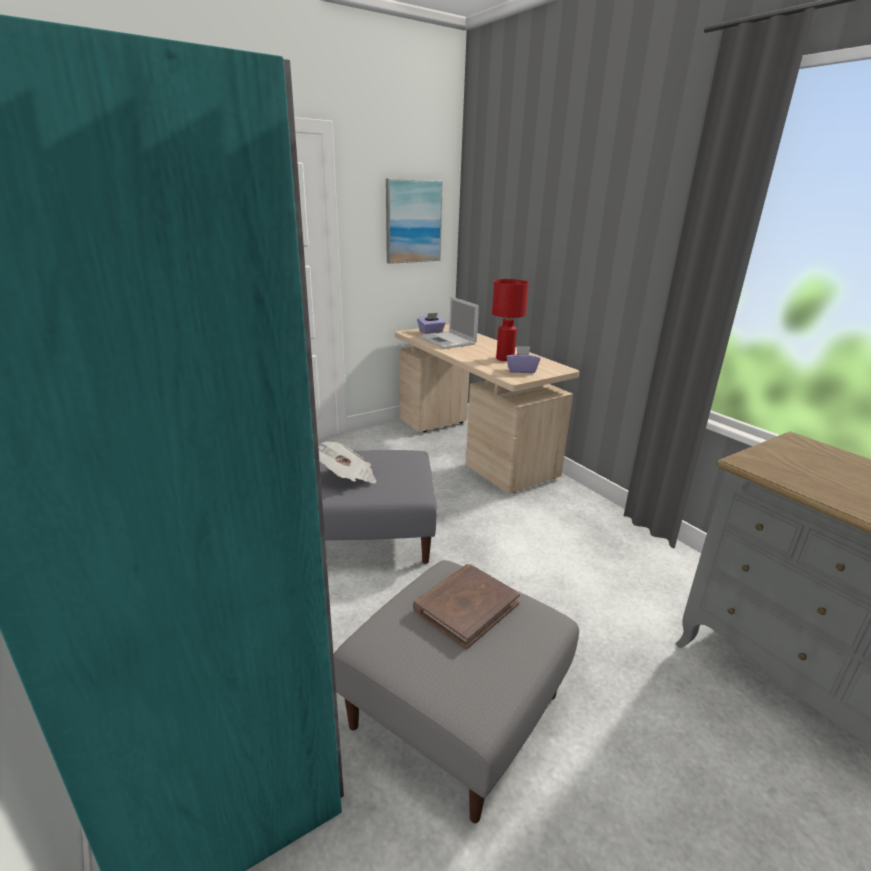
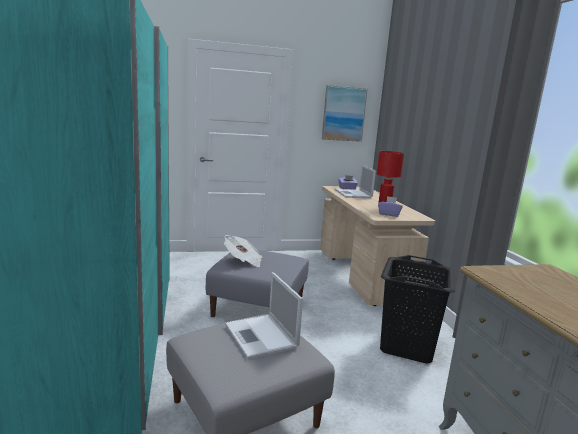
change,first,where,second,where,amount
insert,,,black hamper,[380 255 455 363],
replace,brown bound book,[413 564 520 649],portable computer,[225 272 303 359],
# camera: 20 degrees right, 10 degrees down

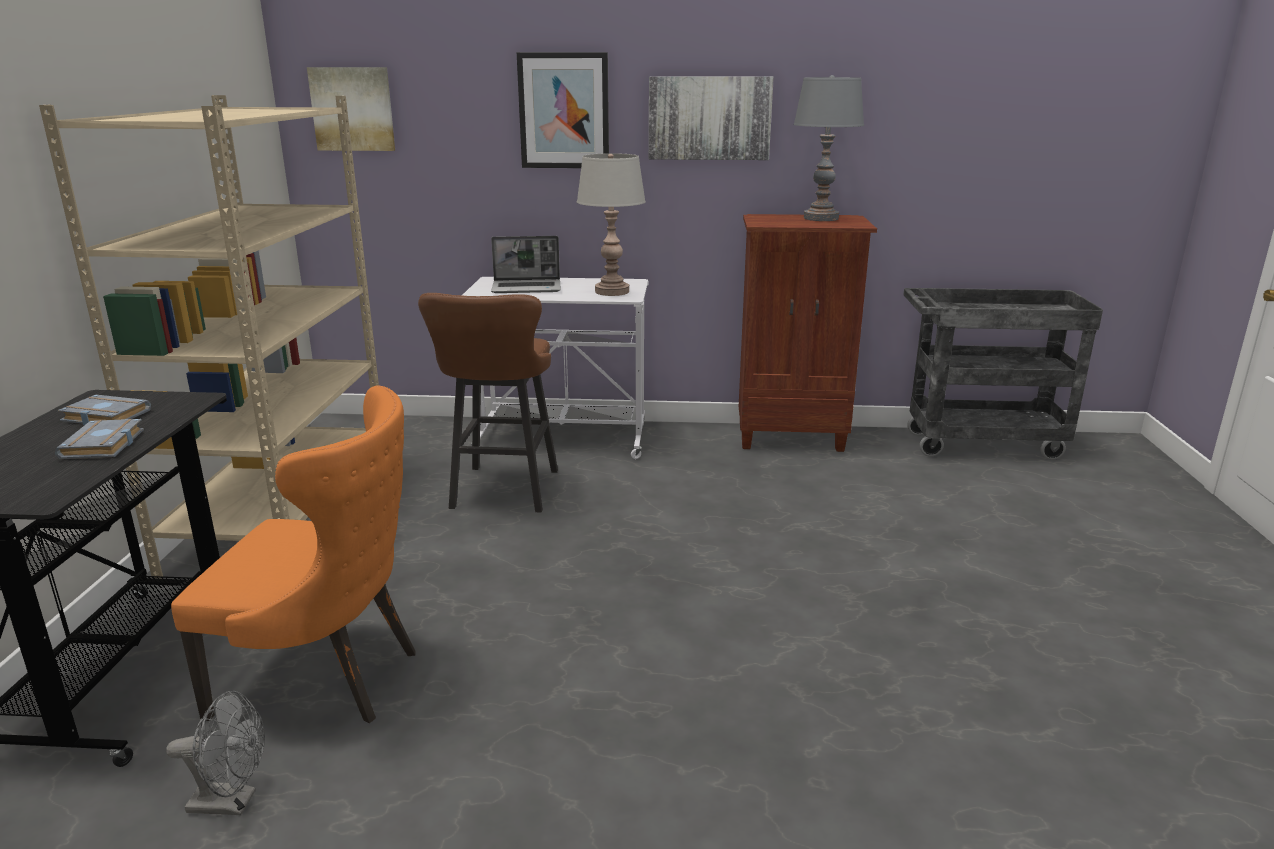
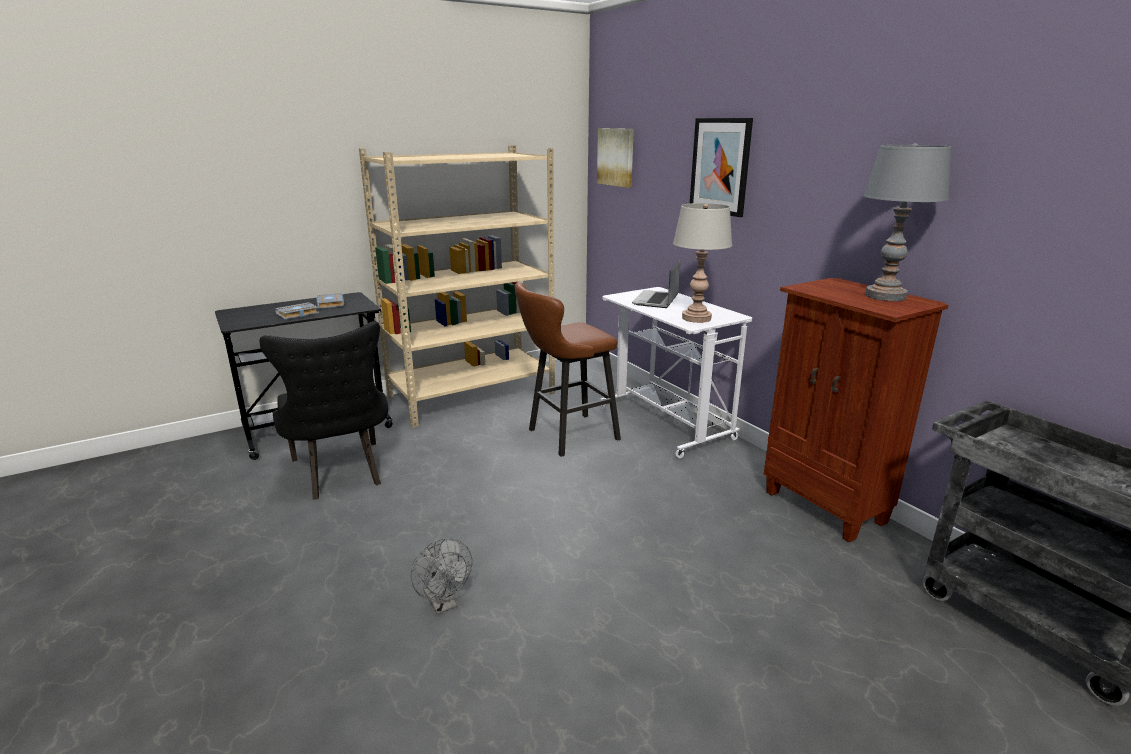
change,first,where,second,where,amount
delete,picture,[649 76 774 160],,,
move,grey electric fan,[166 691 265 815],,[411 538 472 615],
recolor,orange-coloured chair,[171 385 415 723],black chair,[259 321 388 500],
rotate,portable computer,[491 236 561 293],,[632 260 680 308],60 degrees clockwise
# camera: 55 degrees right, 0 degrees up

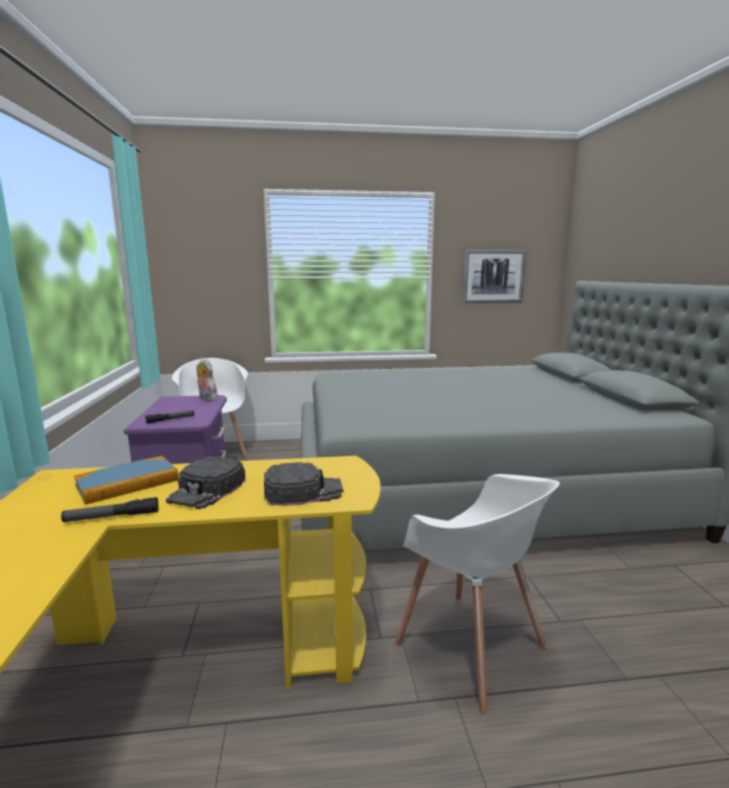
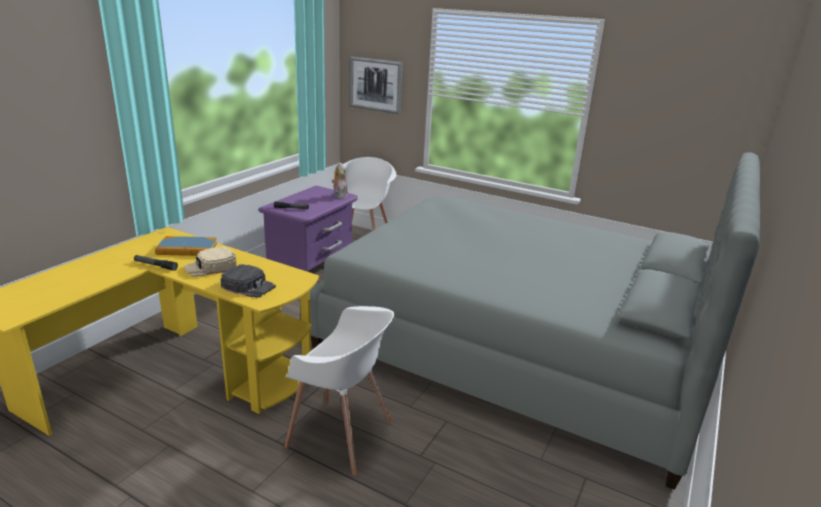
change,first,where,second,where,amount
move,picture,[462 250 527 303],,[350 56 403 114],
recolor,black baseball cap,[166 456 246 509],beige-coloured baseball cap,[184 247 237 277],
rotate,white-coloured chair,[395 474 560 712],,[284 306 394 475],60 degrees counterclockwise
# camera: 35 degrees right, 10 degrees up

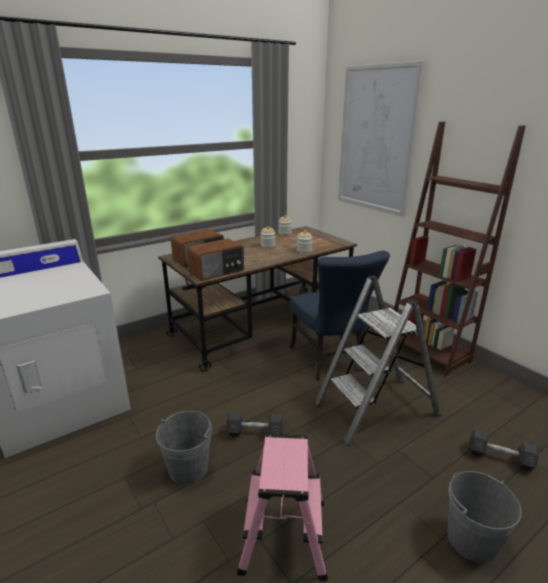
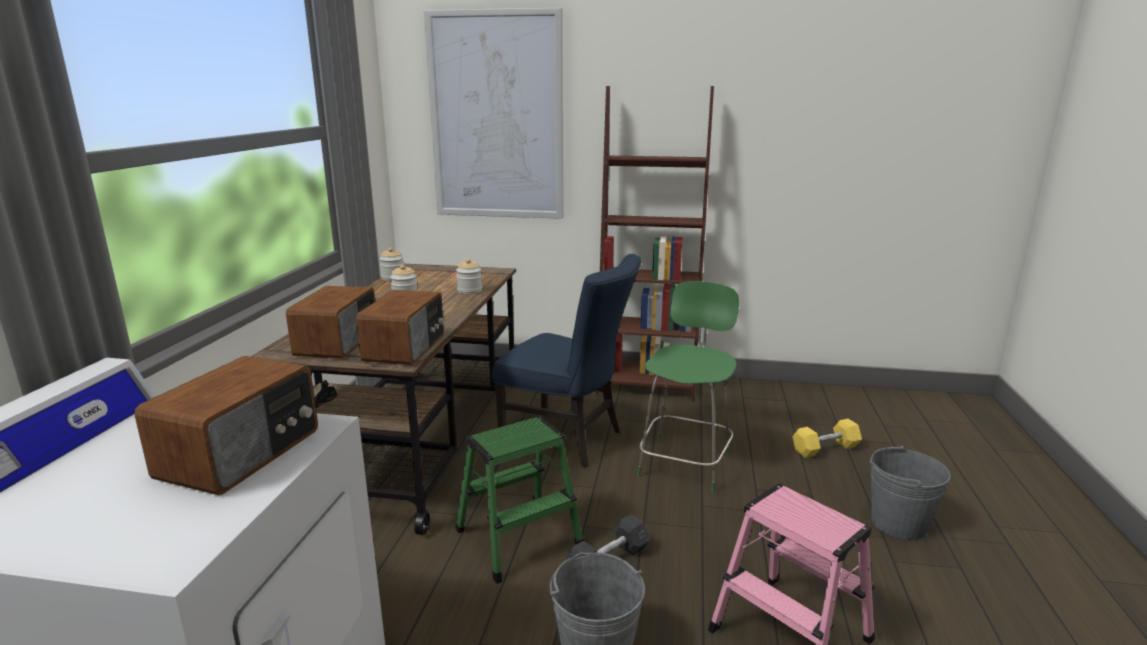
change,first,where,second,where,amount
insert,,,radio,[134 356 318 495],
insert,,,green stepladder,[455 415 584 584],
replace,grey stepladder,[314 275 441 446],green chair,[637 281 739 492],
recolor,grey dumbbell,[469 429 538 471],yellowish dumbbell,[793 419 862 458],
# camera: 45 degrees left, 5 degrees down

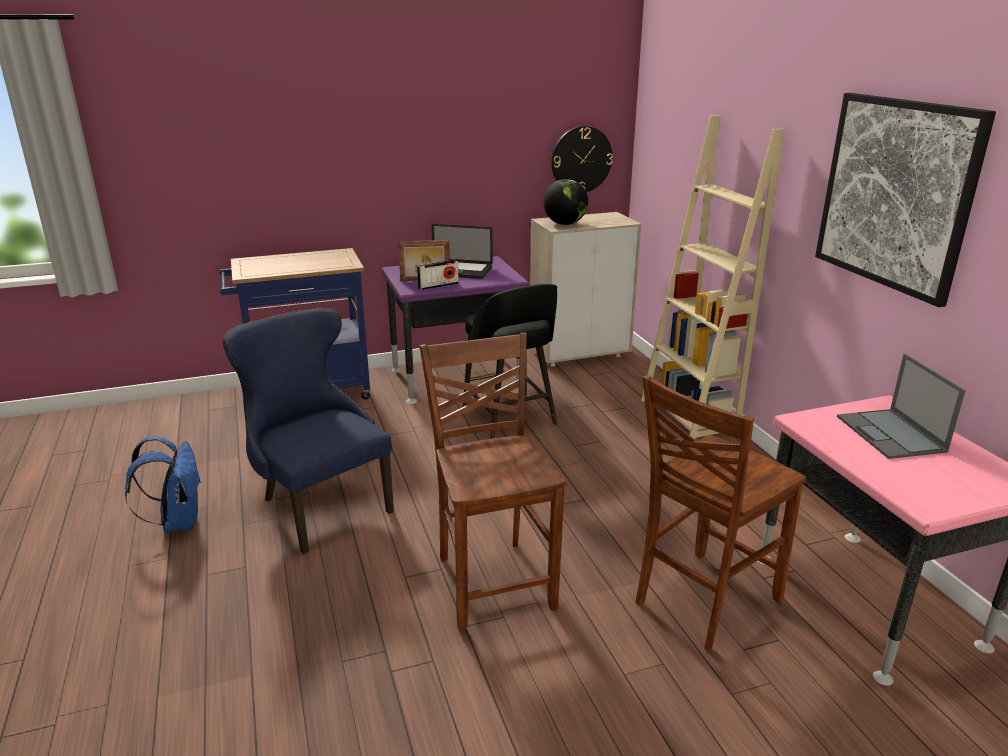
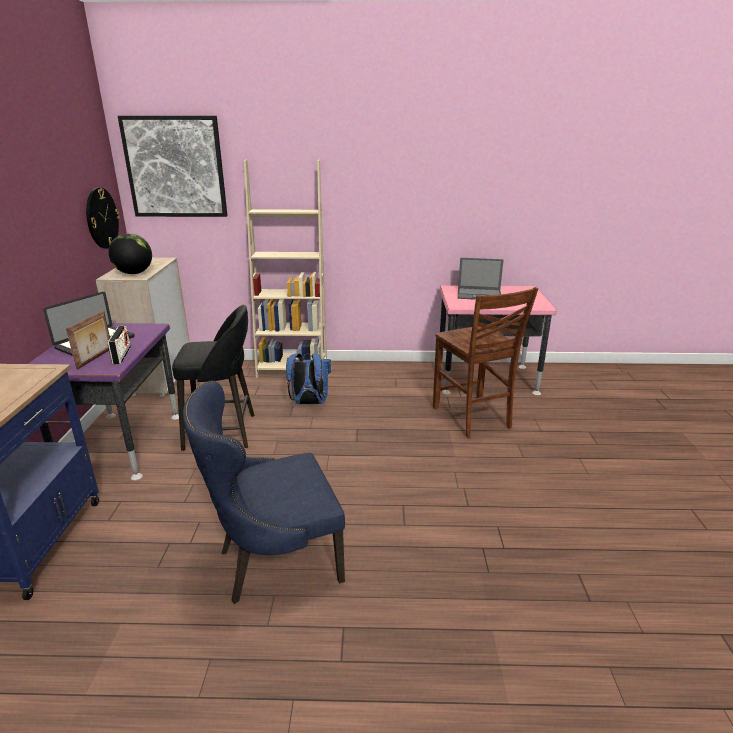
change,first,where,second,where,amount
delete,brown chair,[419 332 566 632],,,
move,bluish knapsack,[125 436 201 533],,[286 353 331 404],
move,picture,[815 93 996 307],,[118 116 227 217],
# camera: 70 degrees left, 0 degrees up

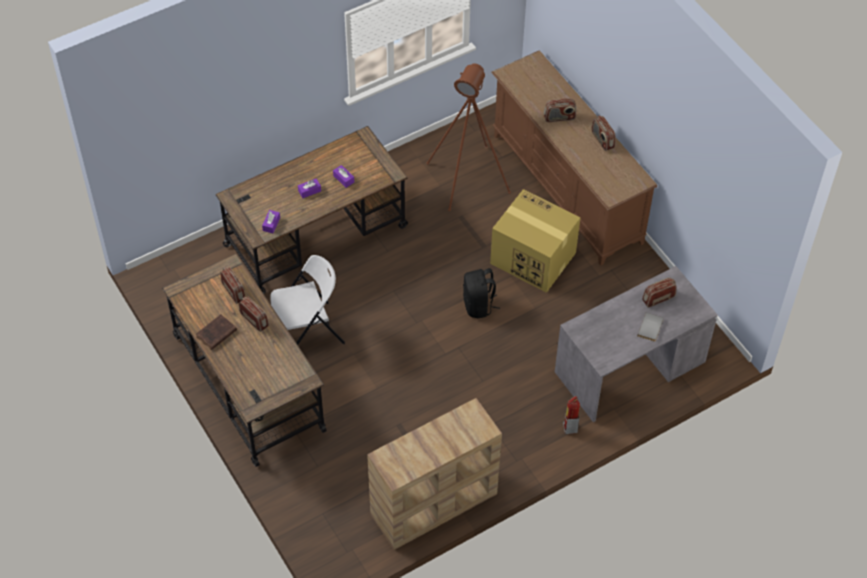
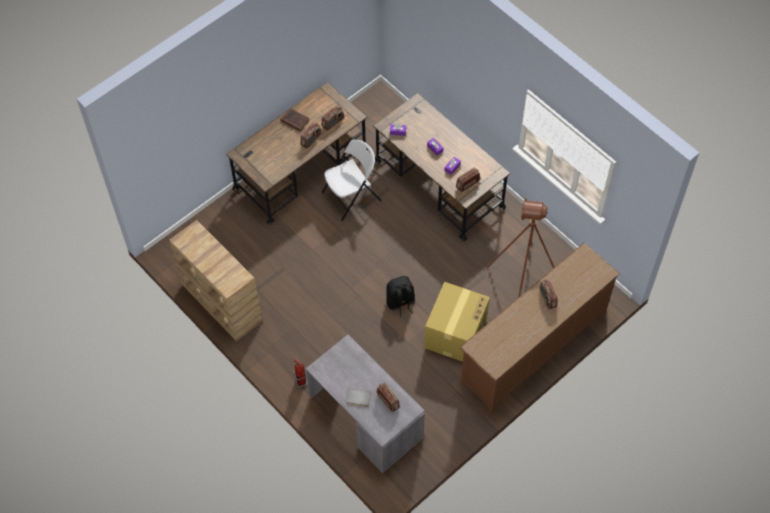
change,first,where,second,where,amount
move,radio,[591 115 616 151],,[456 168 480 192],
rotate,white-coloured chair,[270 255 345 345],,[322 139 382 221],90 degrees counterclockwise
# camera: 80 degrees right, 5 degrees up

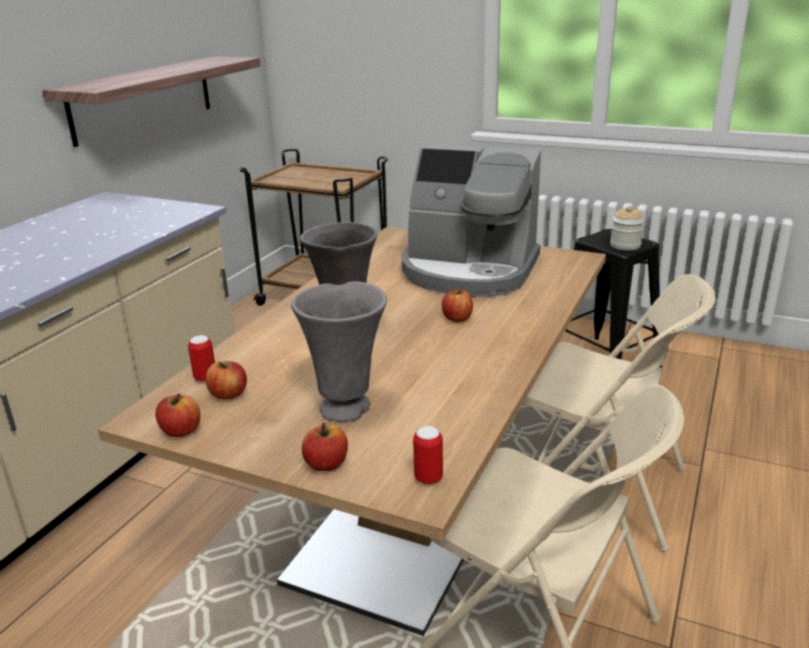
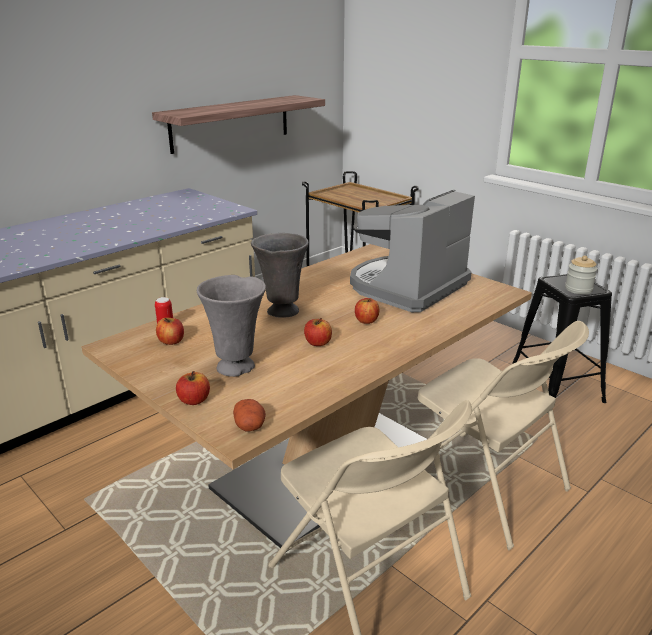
change,first,where,second,where,amount
move,whole apple,[155 393 201 437],,[304 318 332 346],
replace,metal can,[413 426 443 484],spud,[233 399 266 431],
rotate,coffee maker,[401 144 541 297],,[350 190 475 312],90 degrees clockwise
# camera: 20 degrees right, 0 degrees up

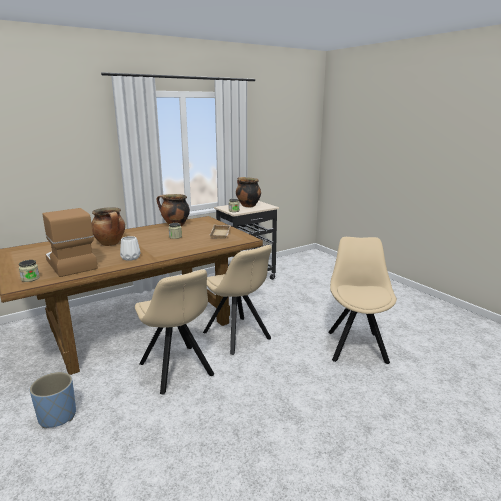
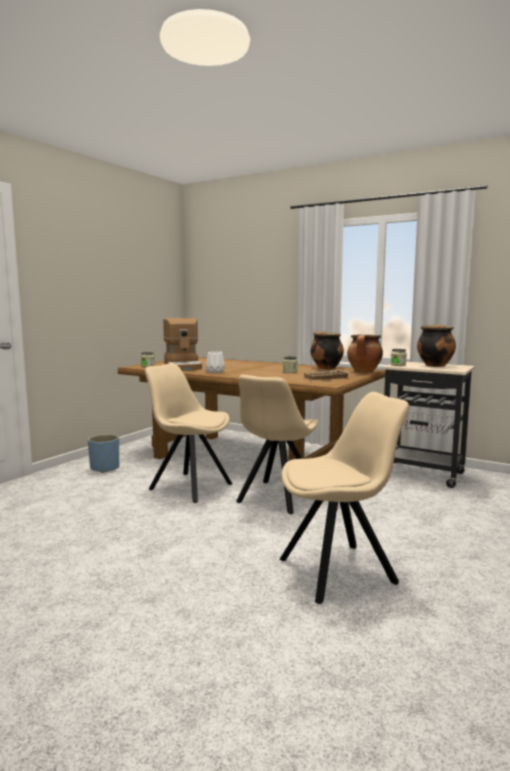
change,first,where,second,where,amount
move,cooking pot,[91 207 125 246],,[347 335 383 373],
rotate,coffee maker,[42 208 98 277],,[163 318 202 371],135 degrees clockwise
rotate,beige-coloured chair,[135 269 214 395],,[145 363 232 503],90 degrees clockwise
# camera: 65 degrees right, 10 degrees down

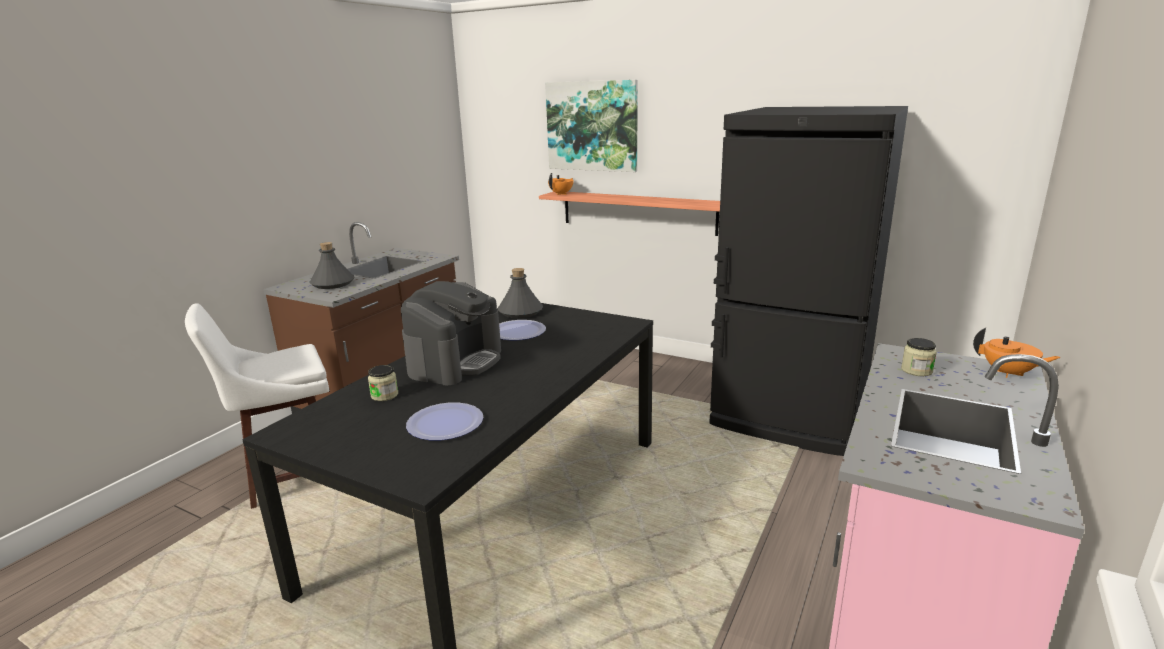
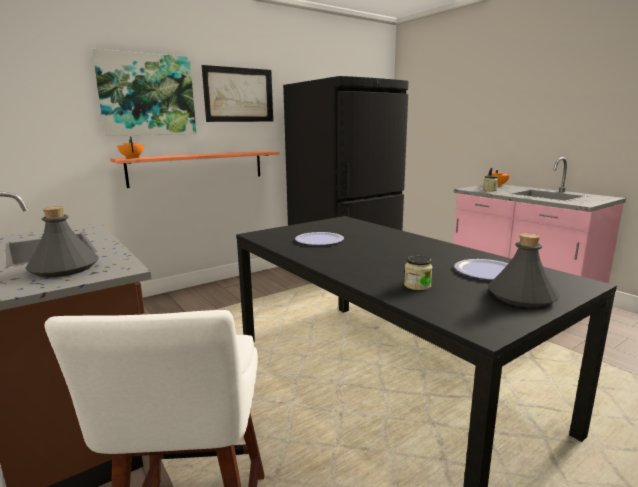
change,first,where,second,where,amount
delete,coffee maker,[401 281 501 385],,,
insert,,,picture,[202 65 273 122],
move,grey beverage bottle,[498 268 543 318],,[488 233 560 308],
# camera: 65 degrees left, 5 degrees down

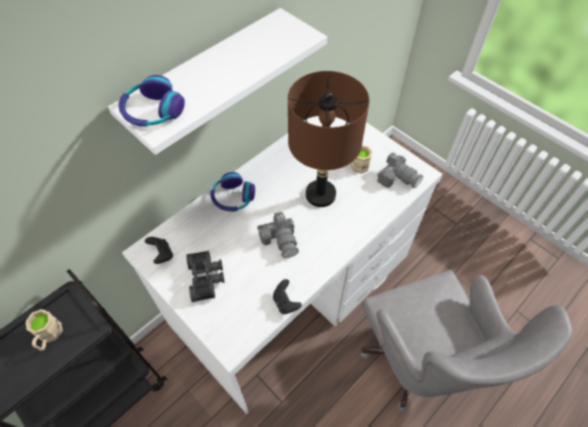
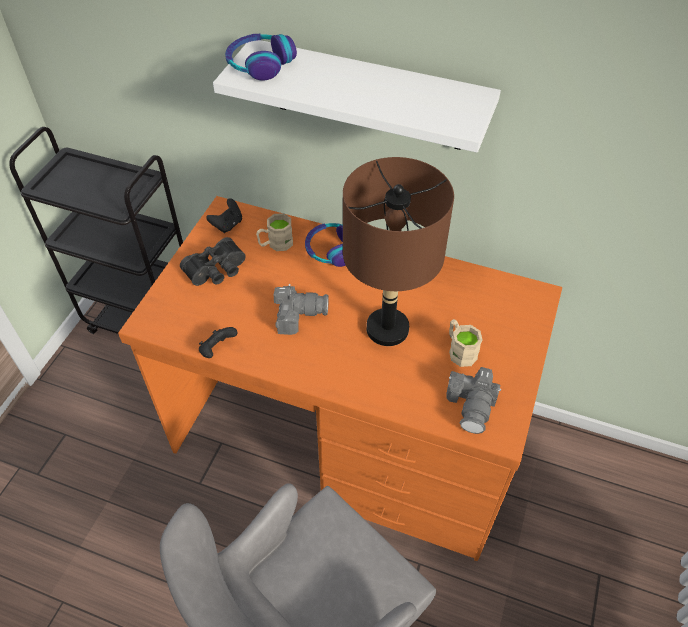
change,first,where,second,where,amount
move,beige-coloured tea mug,[25 309 63 351],,[256 213 293 251],
recolor,white-coloured desk table,[122 116 443 414],orange-coloured desk table,[118 196 562 561],
rotate,still camera,[257 212 299 258],,[274 284 329 335],135 degrees counterclockwise
# camera: 65 degrees right, 5 degrees down

